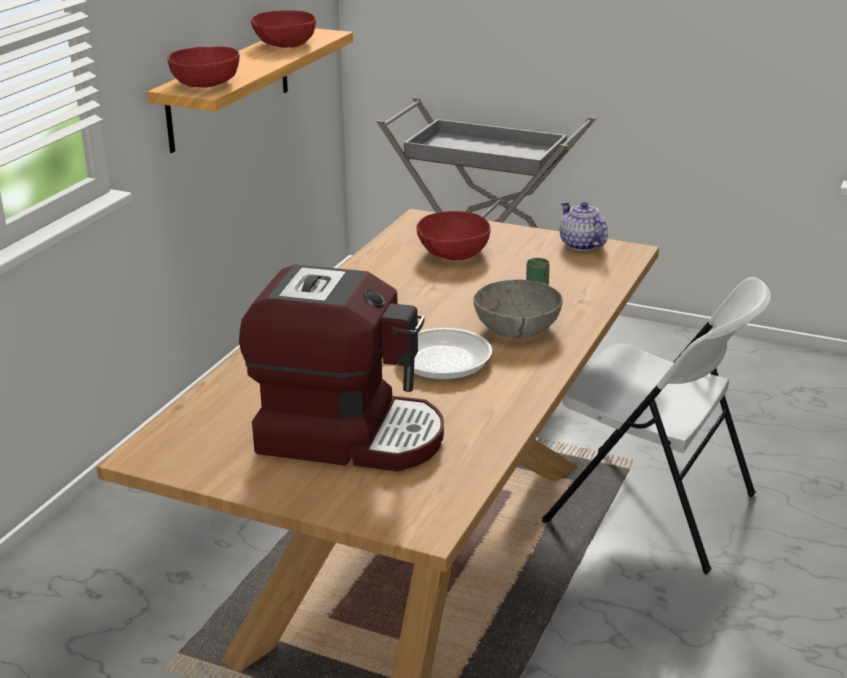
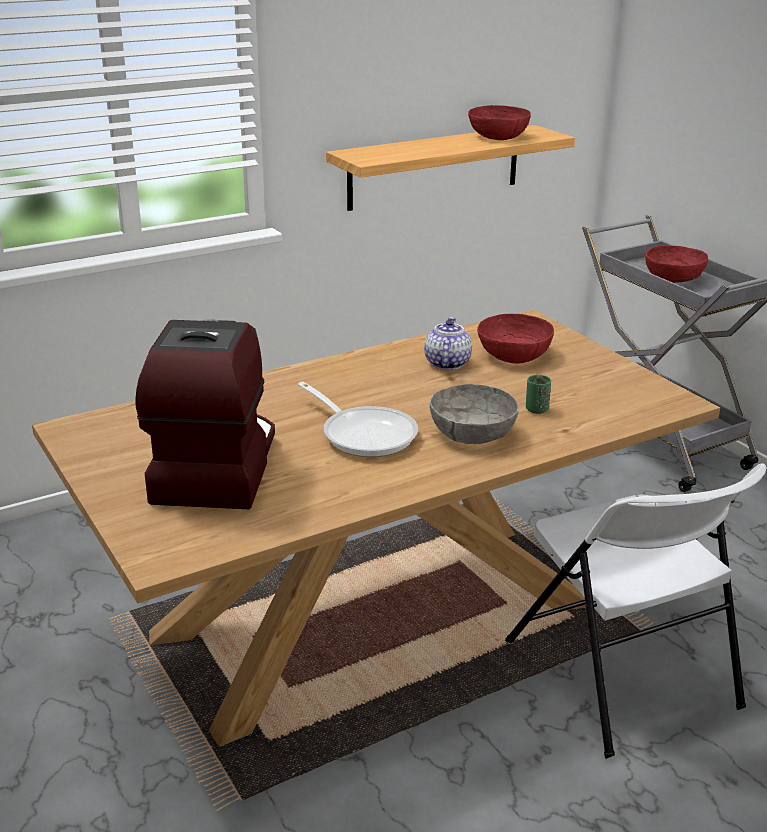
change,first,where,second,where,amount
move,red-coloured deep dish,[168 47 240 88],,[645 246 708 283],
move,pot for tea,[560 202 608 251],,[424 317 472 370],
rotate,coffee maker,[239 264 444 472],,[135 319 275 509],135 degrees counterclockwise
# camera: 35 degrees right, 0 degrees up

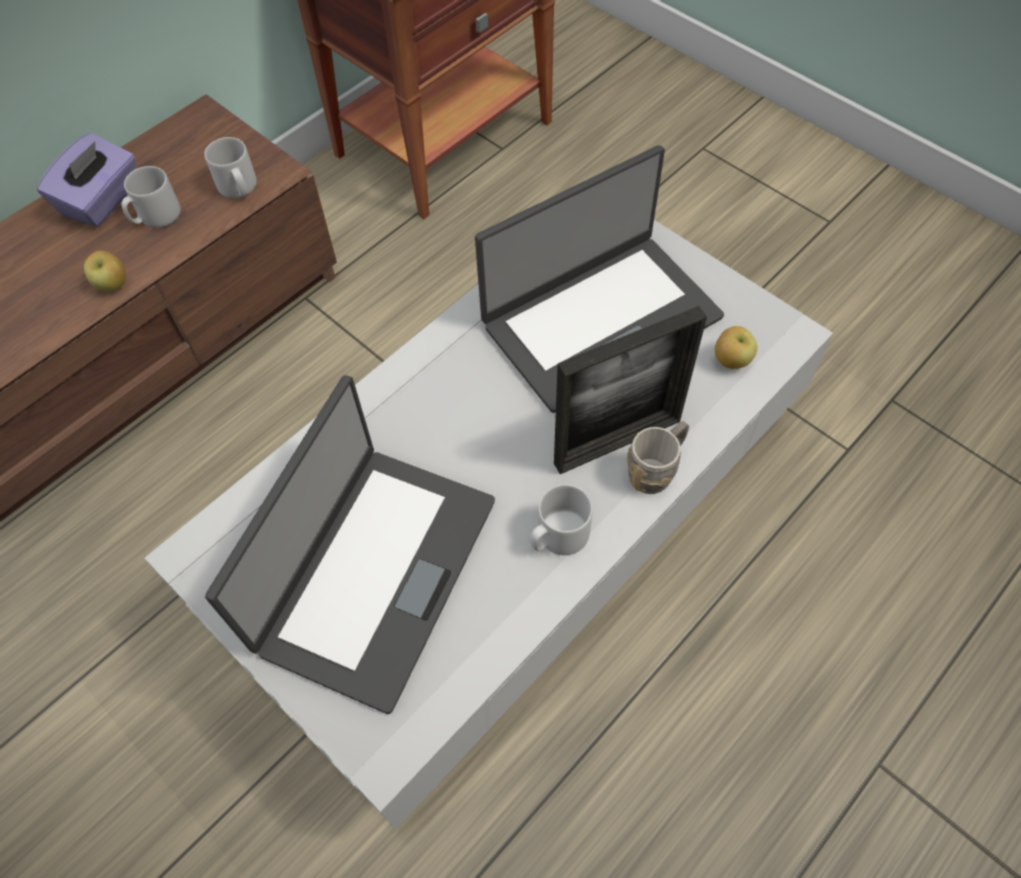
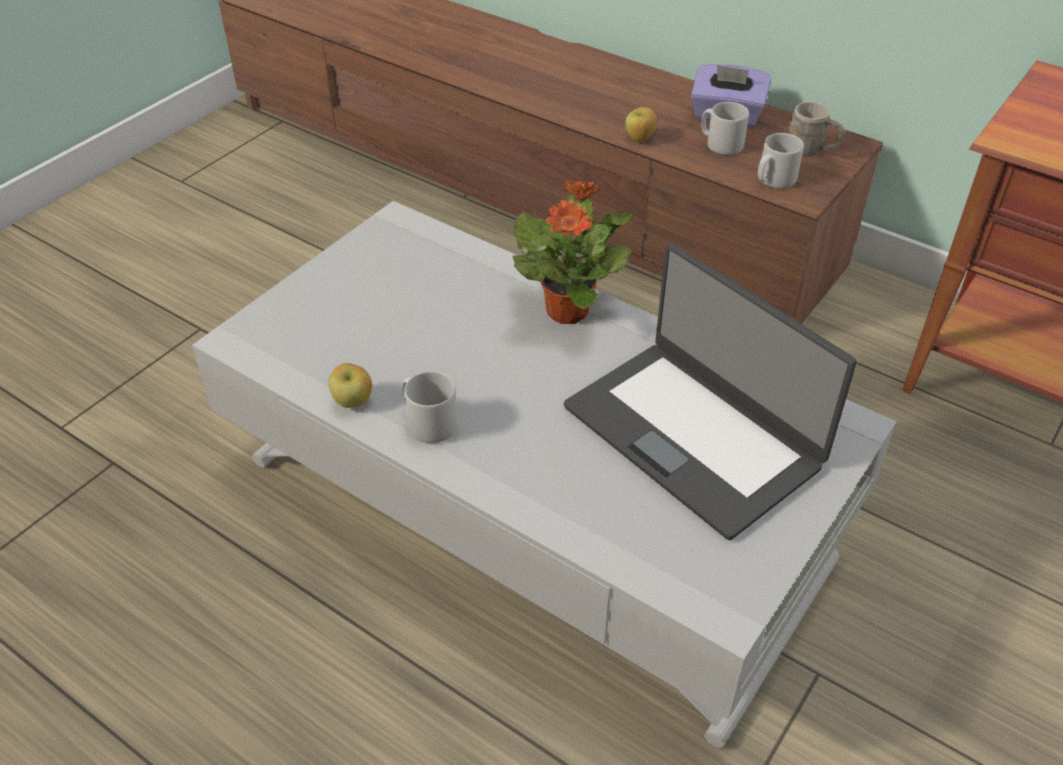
change,first,where,second,where,amount
delete,portable computer,[205 375 495 714],,,
delete,standing frame,[554 306 707 474],,,
insert,,,houseplant,[513 181 633 324],
move,grey tea mug,[627 421 689 494],,[789 102 845 156],
move,whole apple,[715 326 757 369],,[328 363 372 408],
# camera: 80 degrees right, 15 degrees down

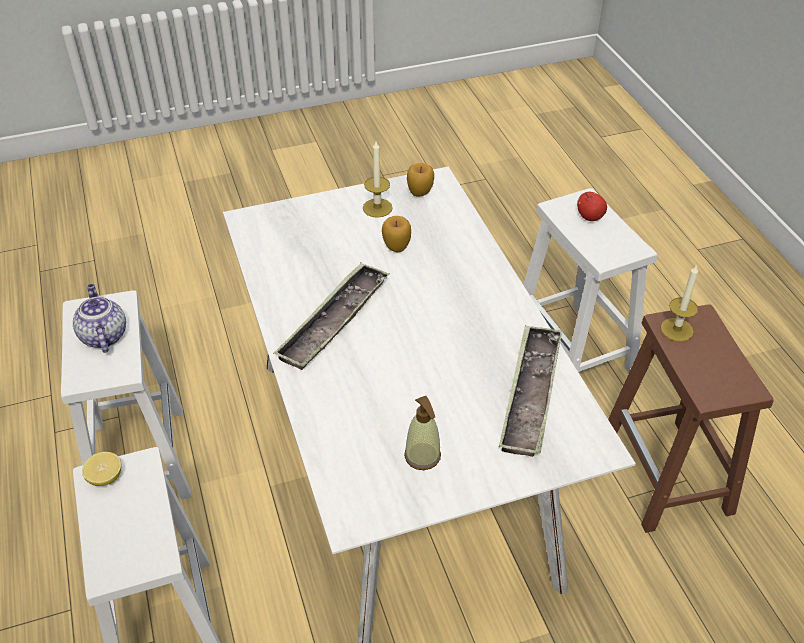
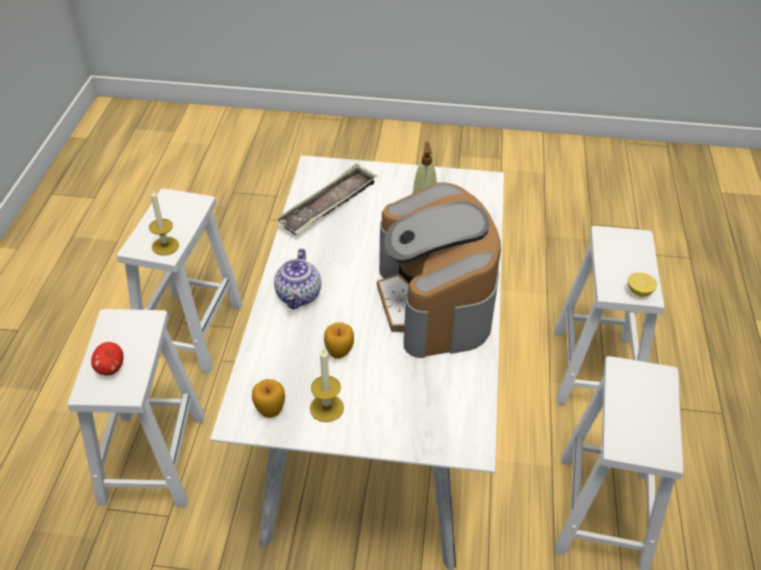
change,first,where,second,where,amount
move,pot for tea,[73 284 126 353],,[274 248 321 309],
replace,tray,[273 262 390 370],coffee maker,[377 182 501 358],
recolor,brown stool seat,[608 305 774 533],white-coloured stool seat,[117 189 243 373],
# camera: 155 degrees left, 0 degrees up

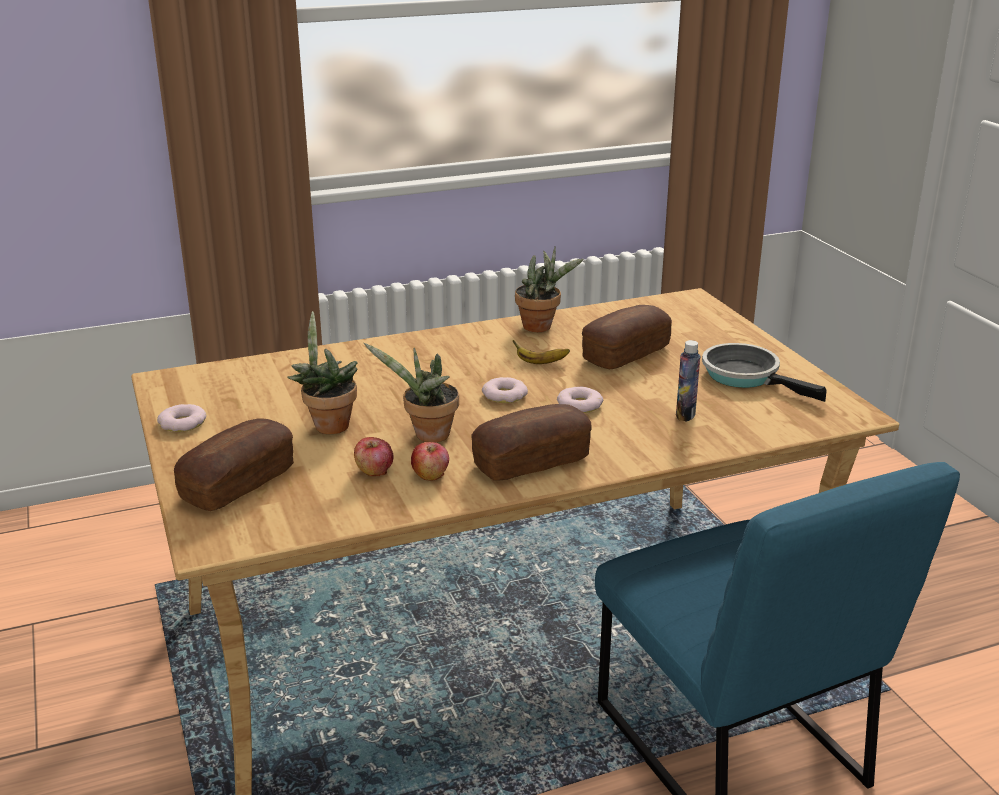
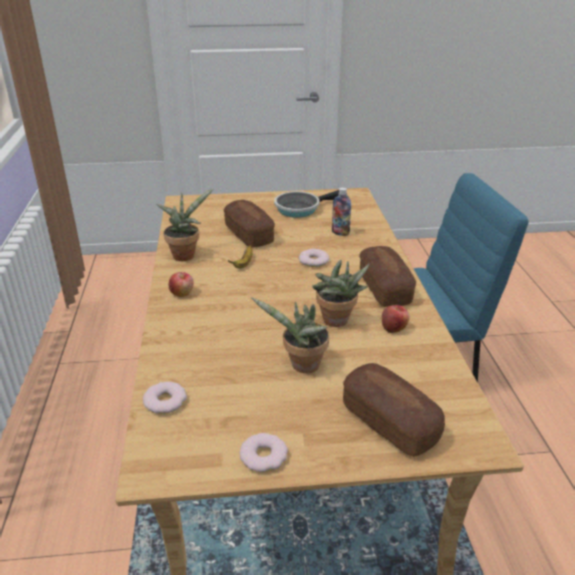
change,first,where,second,where,amount
move,whole apple,[354 437 394 476],,[169 272 194 297],
move,doughnut,[482 377 528 403],,[143 382 187 414],
# camera: 75 degrees left, 5 degrees up

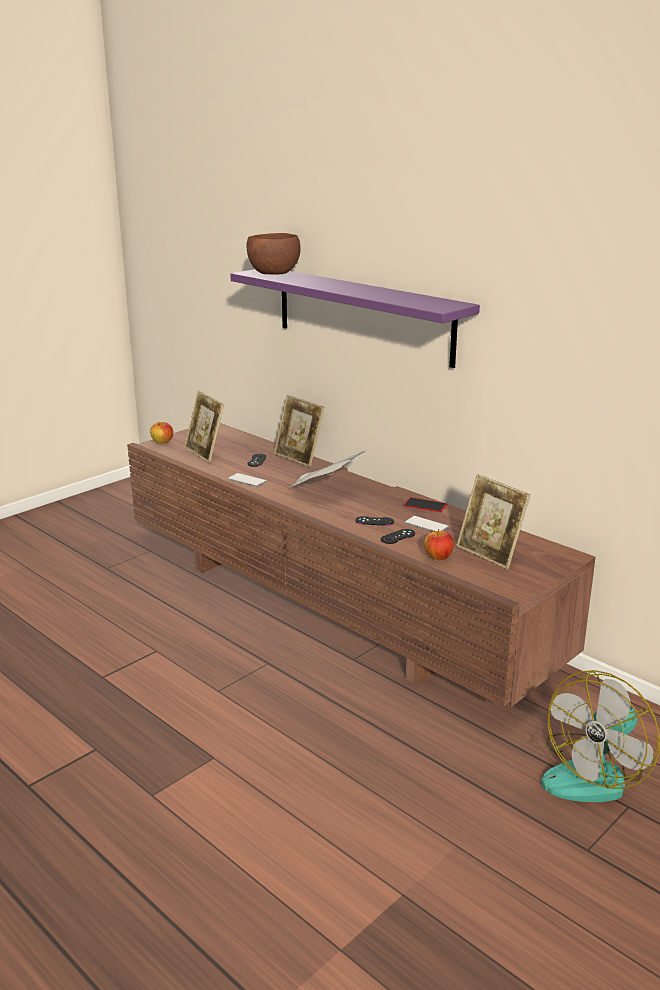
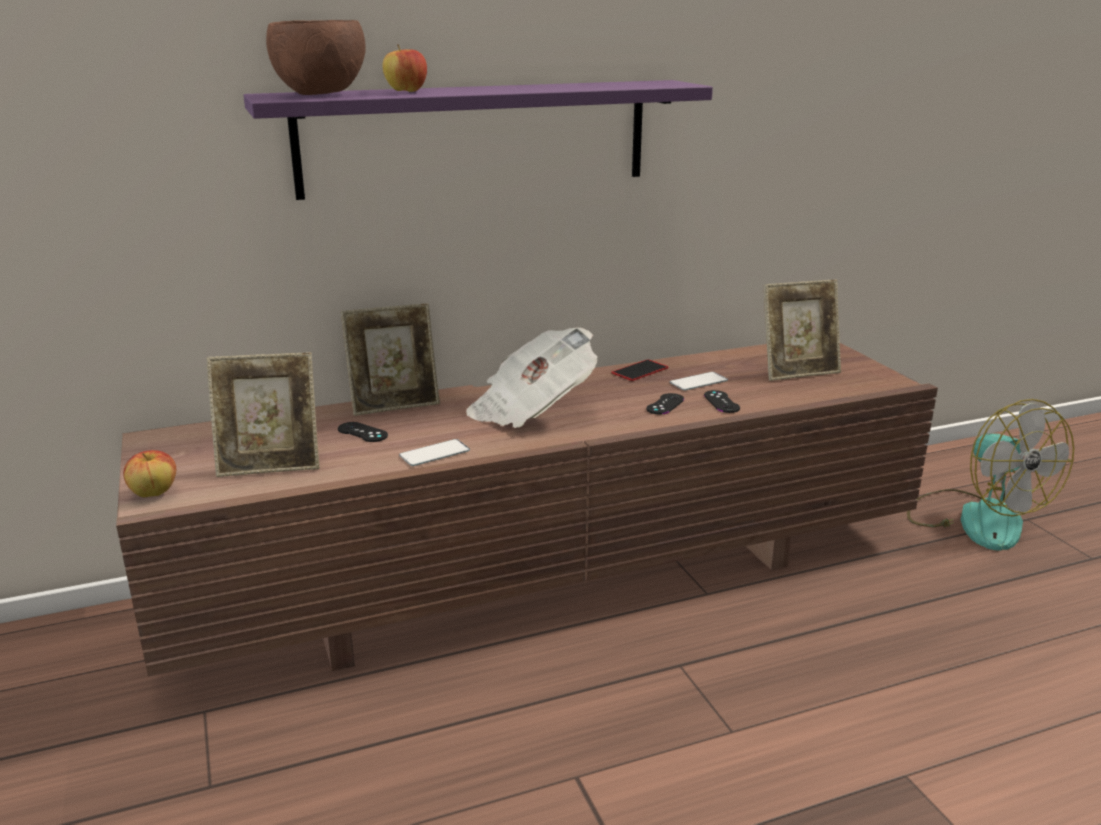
change,first,where,second,where,amount
move,whole apple,[424 529 454 560],,[382 44 427 92],
# camera: 65 degrees left, 0 degrees up

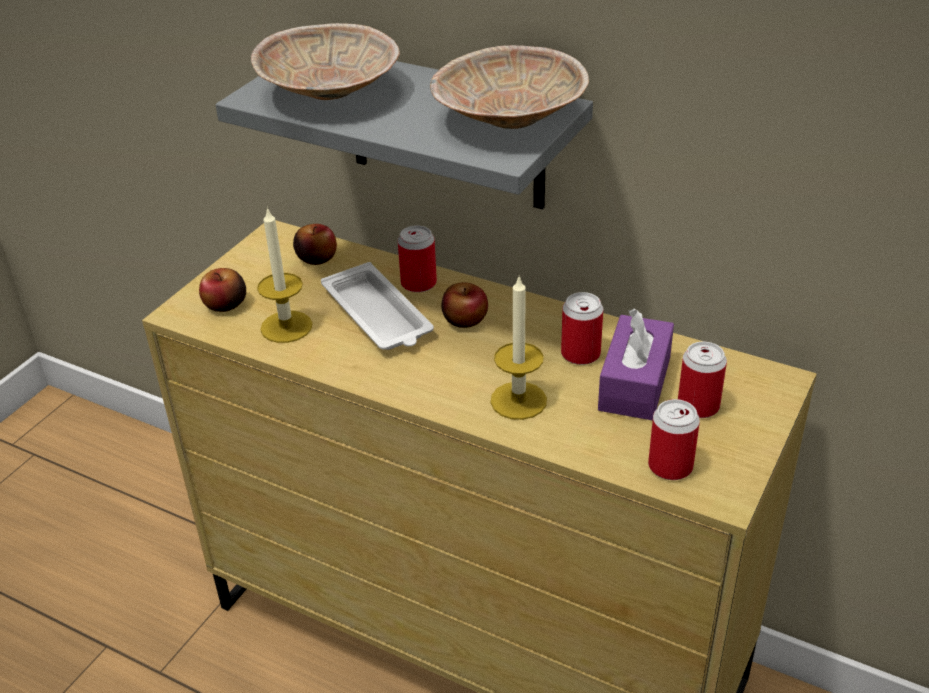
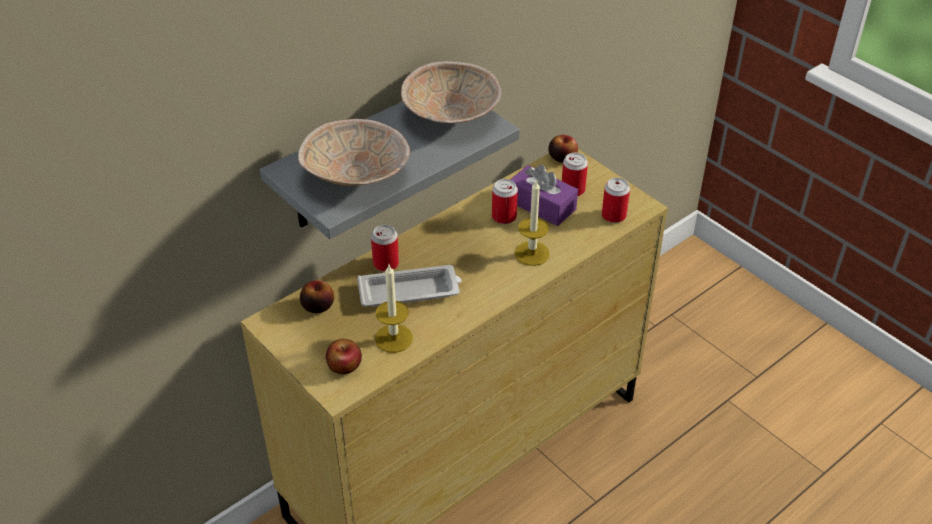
change,first,where,second,where,amount
move,whole apple,[441 283 488 328],,[548 135 578 163],
# camera: 70 degrees left, 5 degrees up

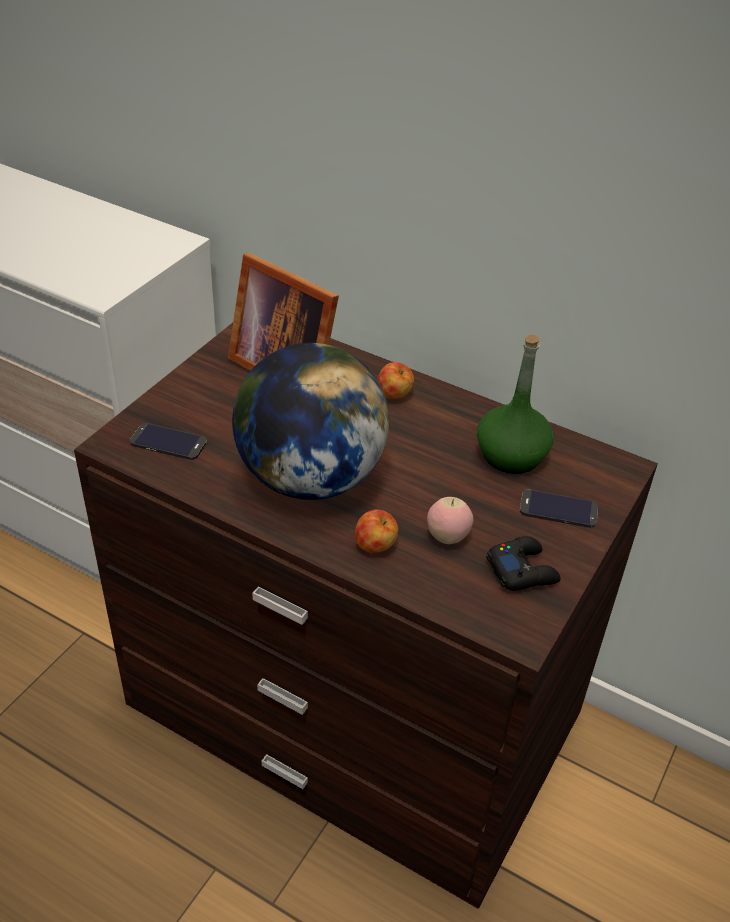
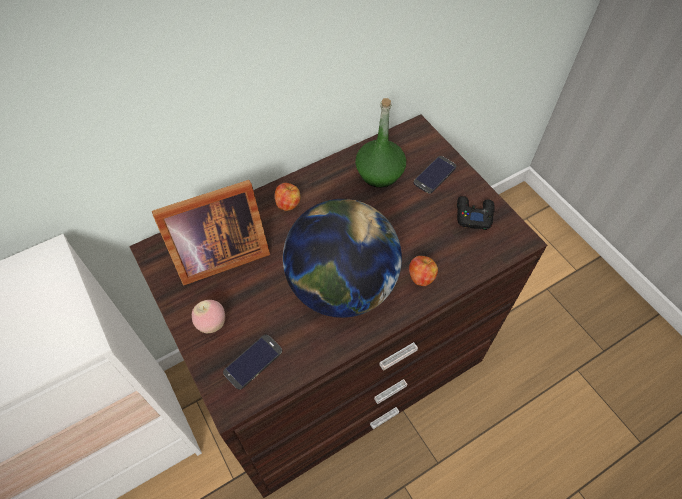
change,first,where,second,where,amount
move,whole apple,[427 497 474 544],,[192 300 225 333],
# camera: 60 degrees left, 15 degrees up

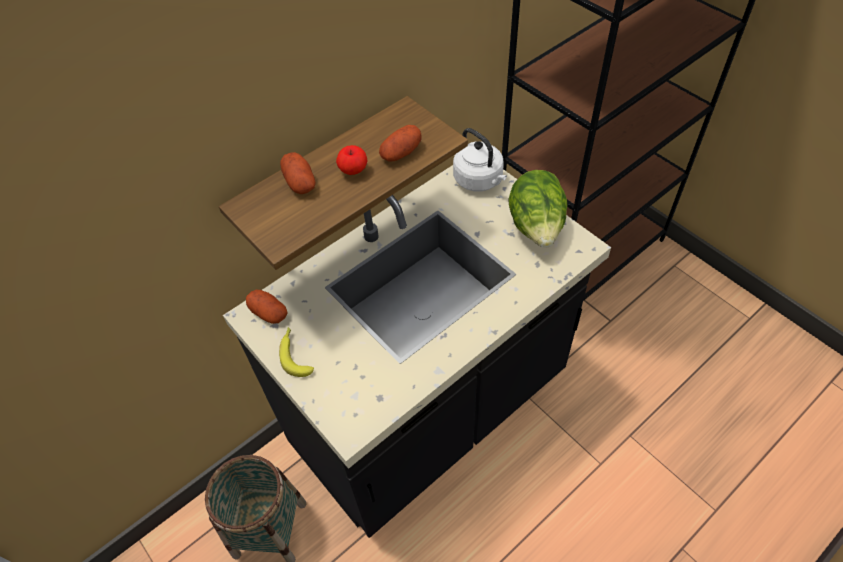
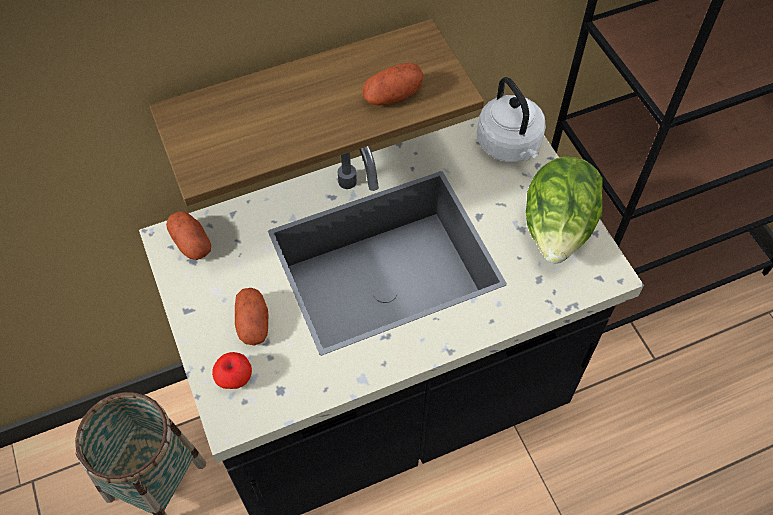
change,first,where,second,where,amount
delete,banana fruit,[279 327 314 377],,,
move,spud,[280 152 316 194],,[235 288 269 346],
move,whole apple,[336 145 367 175],,[212 352 252 389],
# camera: 15 degrees right, 5 degrees up

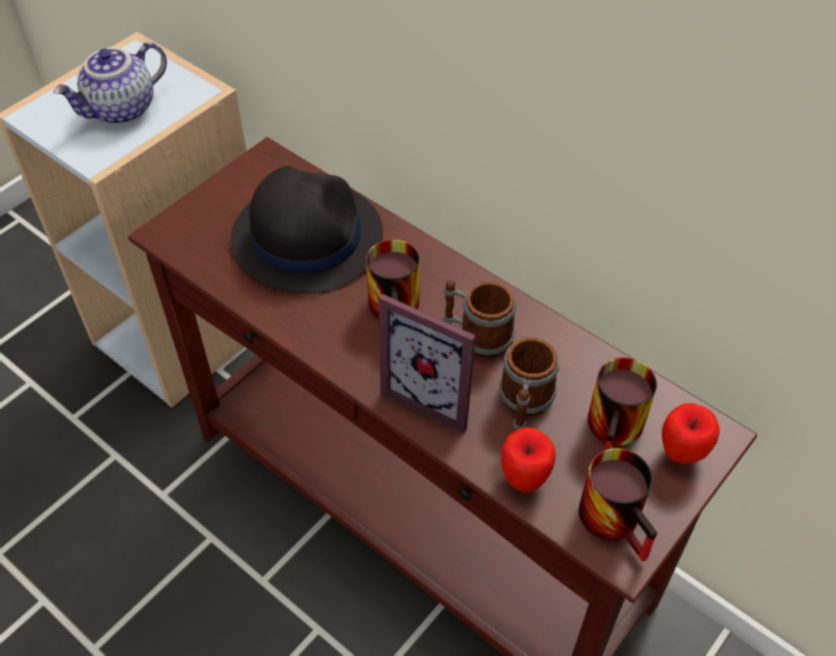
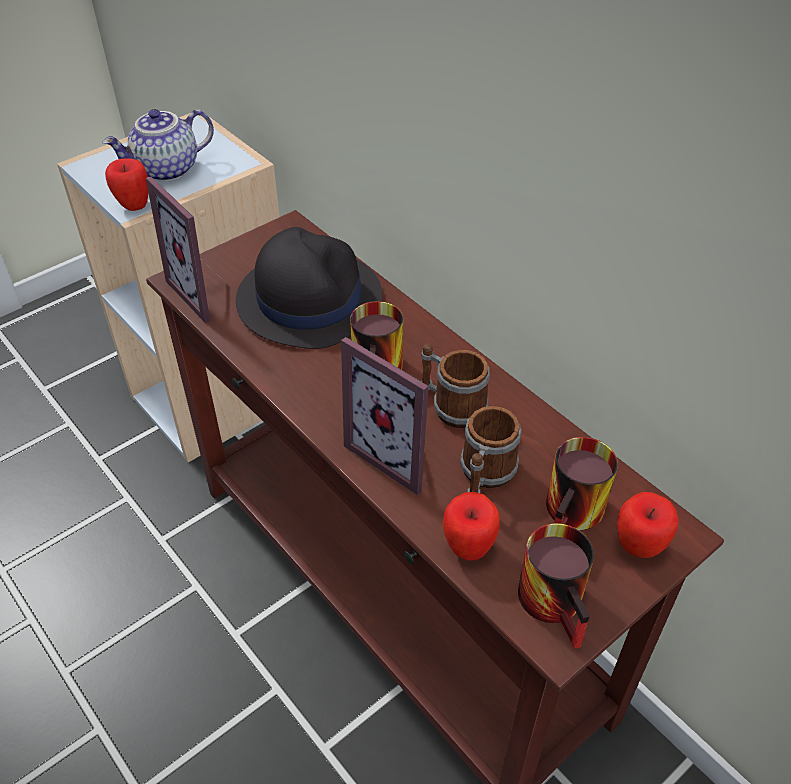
change,first,where,second,where,amount
insert,,,whole apple,[105 158 148 211],
insert,,,standing frame,[146 177 228 323],
# camera: 10 degrees right, 5 degrees down

